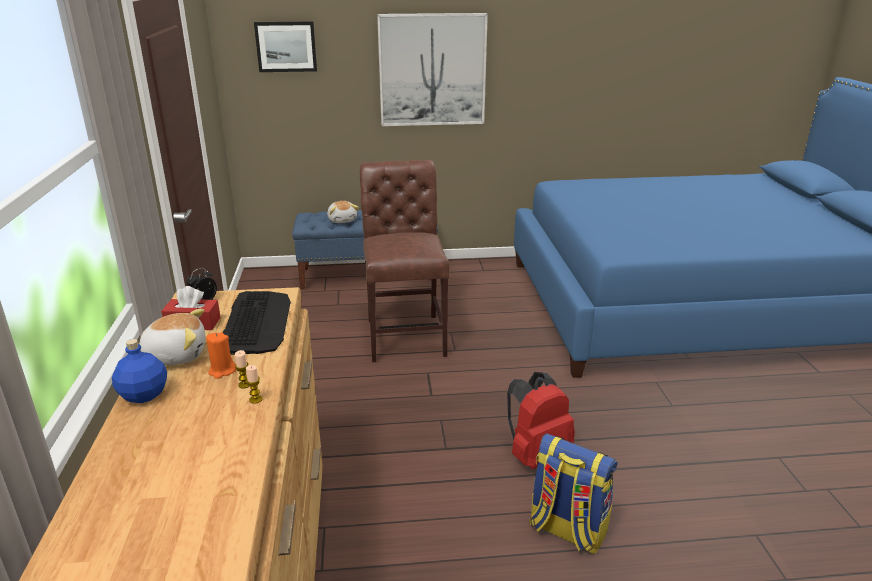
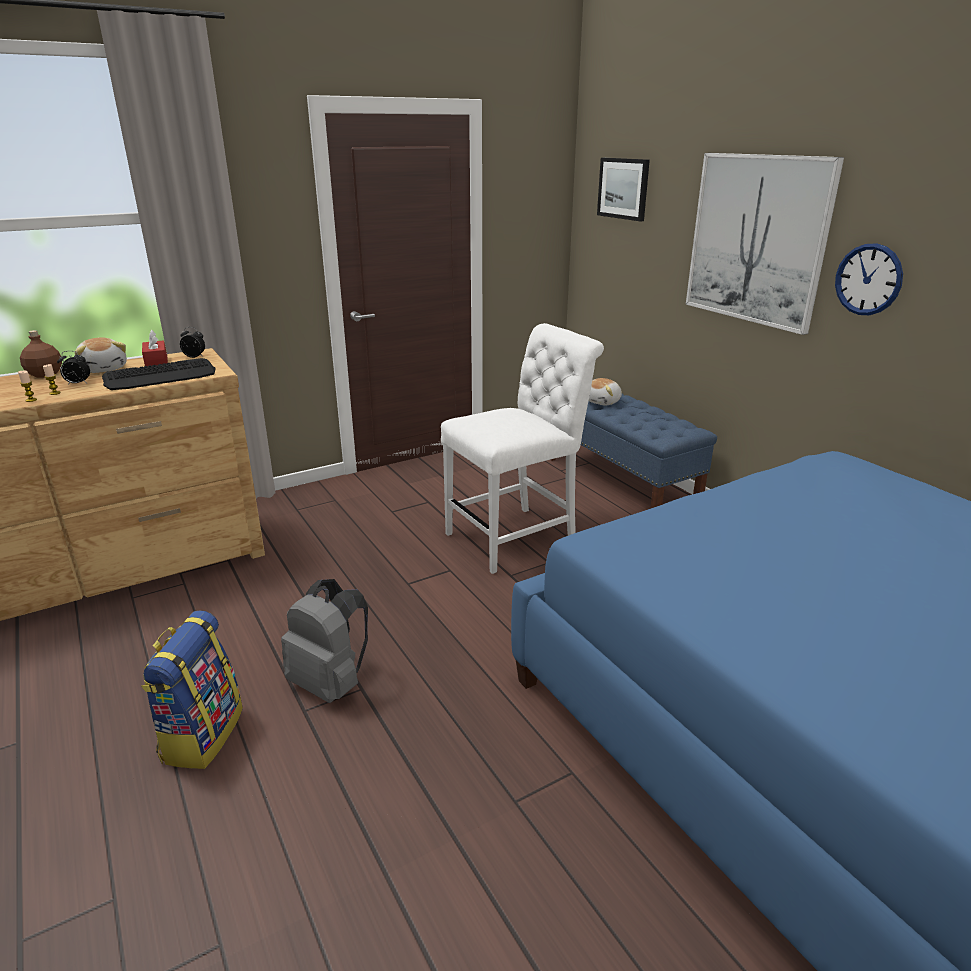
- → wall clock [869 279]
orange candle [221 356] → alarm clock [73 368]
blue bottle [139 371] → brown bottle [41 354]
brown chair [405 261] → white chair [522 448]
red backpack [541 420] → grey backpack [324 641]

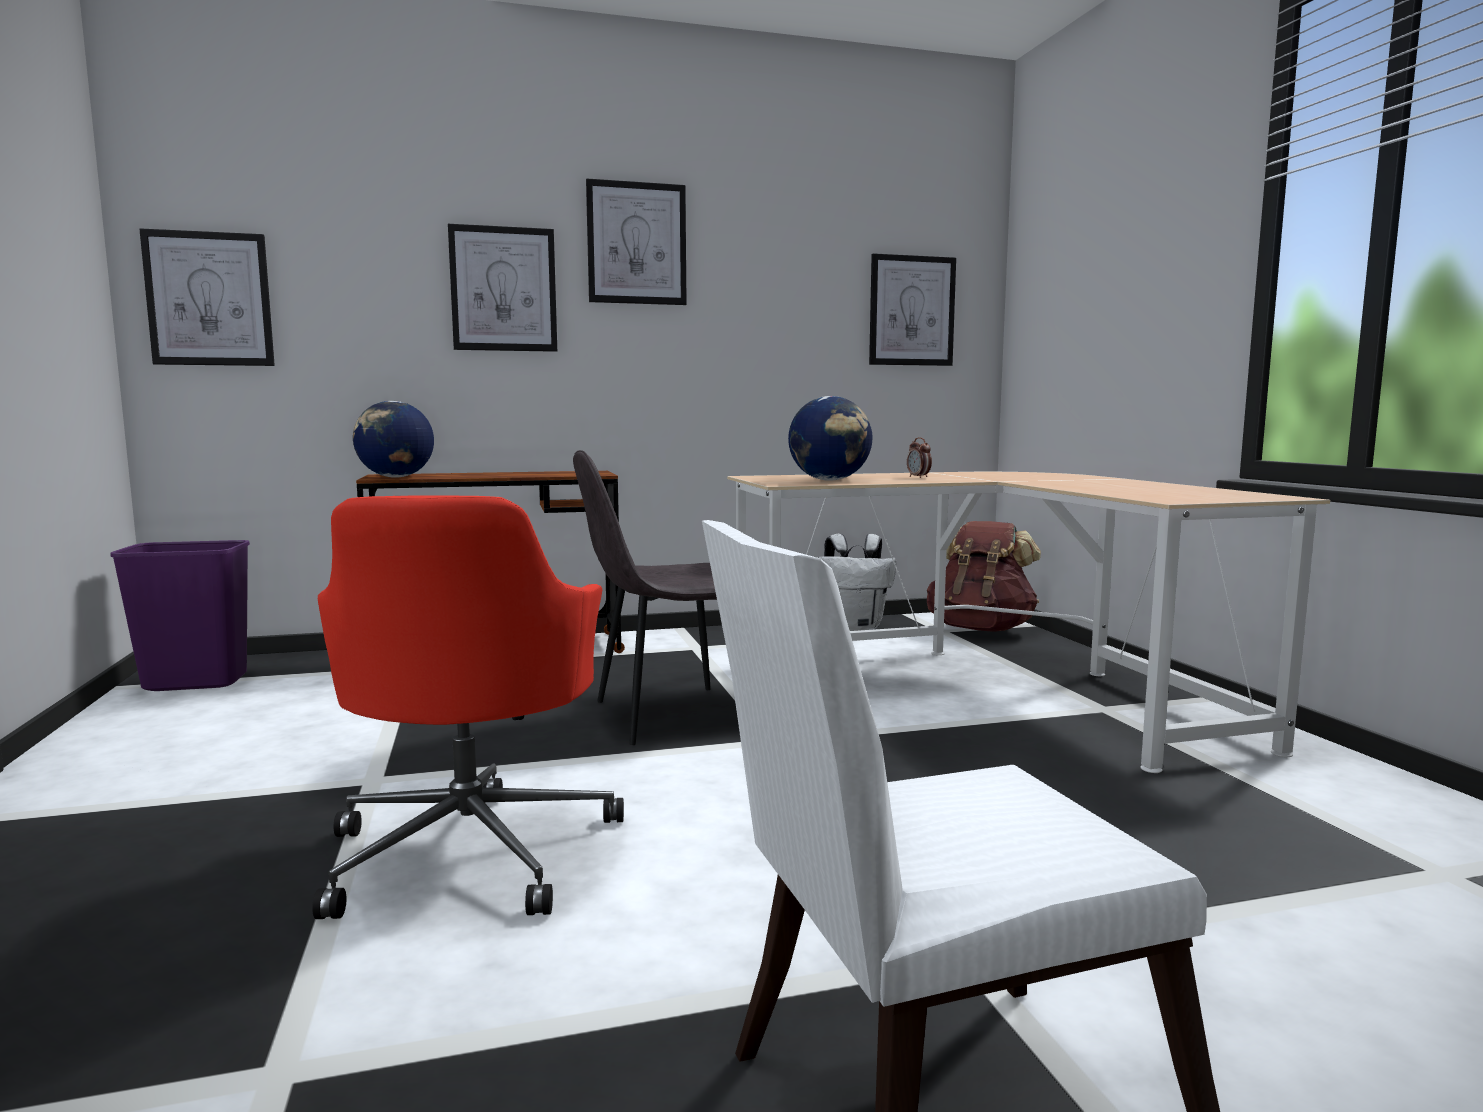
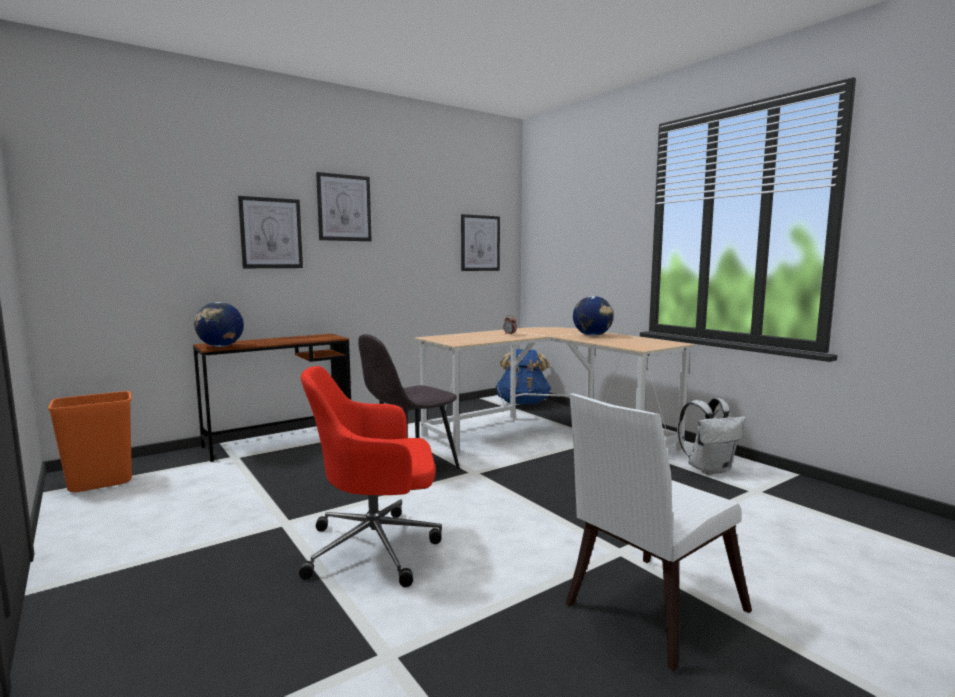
picture [207 297] → -
globe [830 438] → globe [593 316], shifted
white backpack [857 582] → white backpack [712 436], shifted
purple trash can [180 615] → orange trash can [90 441]
brown backpack [984 576] → blue backpack [523 376]
red office chair [468 707] → red office chair [370 476], 105 degrees clockwise

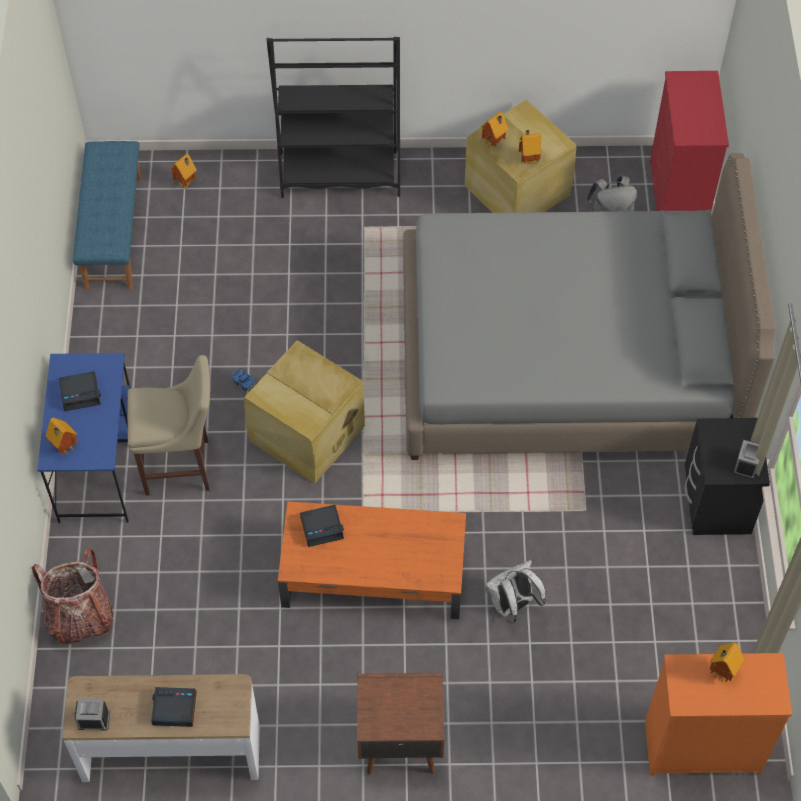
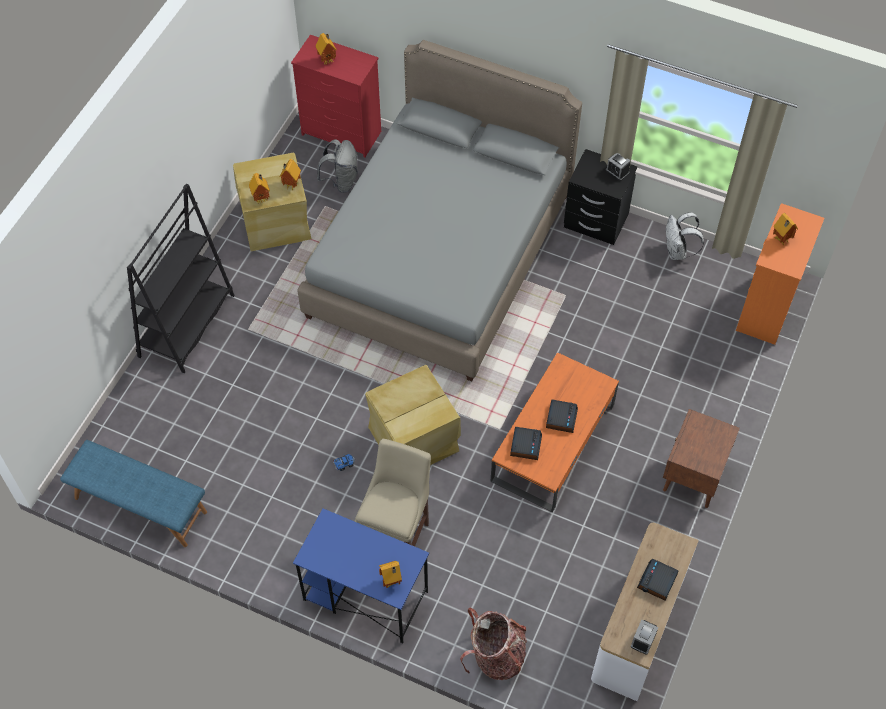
alarm clock [80 391] → alarm clock [562 416], shifted
toy house [183 171] → toy house [326 48], shifted
white backpack [515 592] → white backpack [685 236], shifted

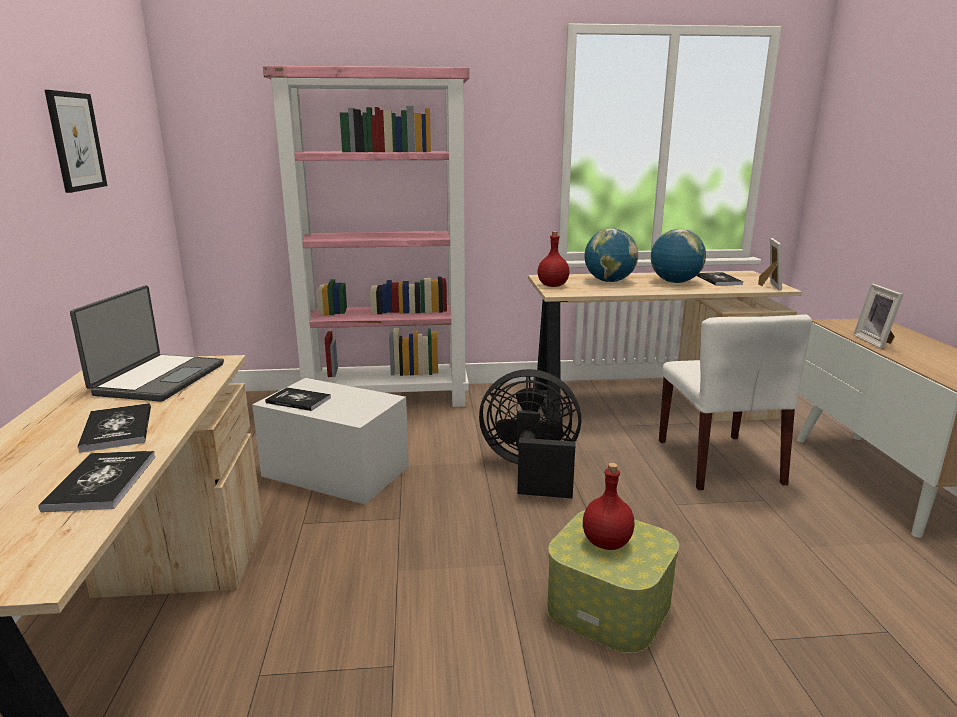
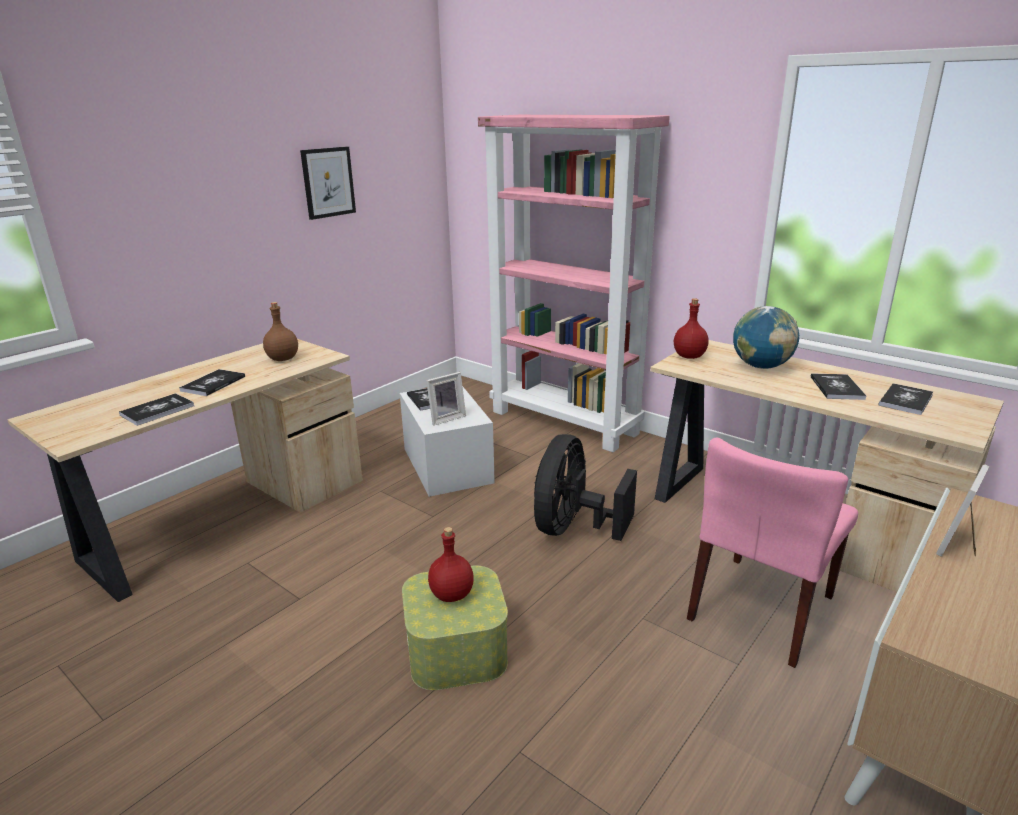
picture frame [770 264] → picture frame [446 398], shifted
laptop [147 344] → brown bottle [280 331]
globe [678 256] → book [838 386]
white chair [735 402] → pink chair [772 552]
black fan [530 434] → black fan [585 487], 120 degrees counterclockwise

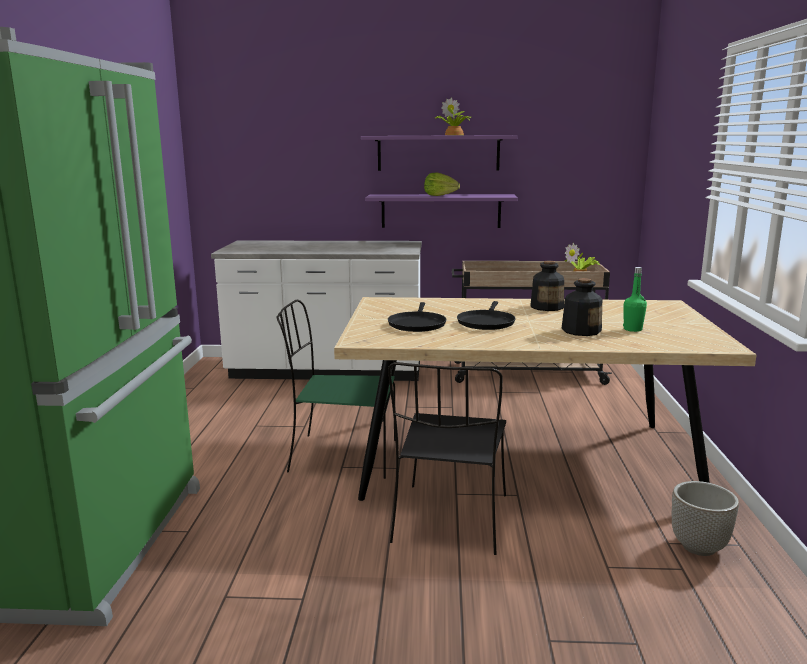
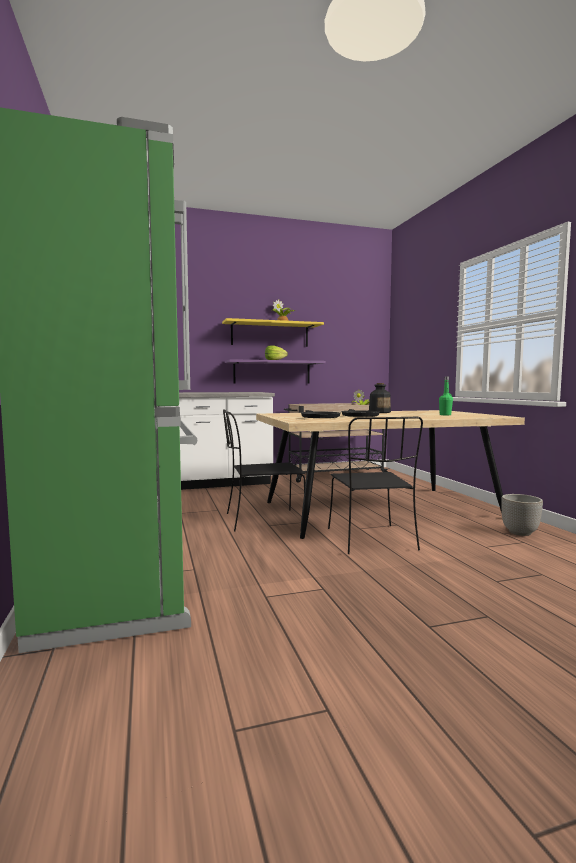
bottle [582 307] → -
green chair [336 389] → black chair [264 470]
purple shelf [439 153] → yellow shelf [273 332]

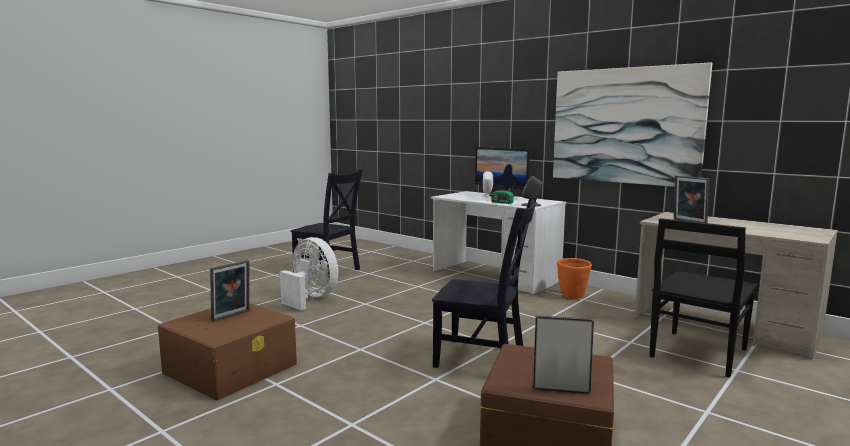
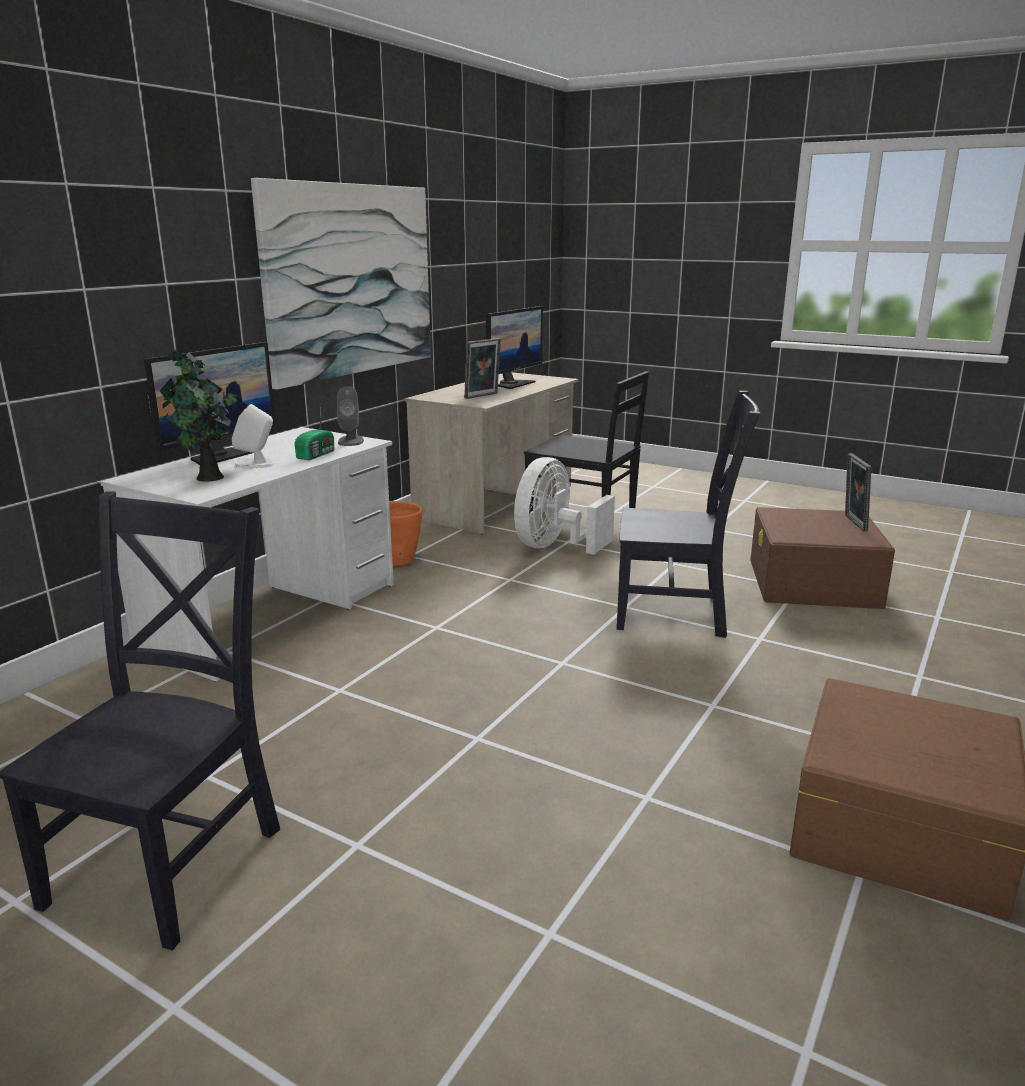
picture frame [229 291] → -
- → potted plant [199 415]
- → monitor [513 347]
white fan [309 273] → white fan [564 506], shifted
black chair [484 282] → black chair [689 514], 90 degrees clockwise

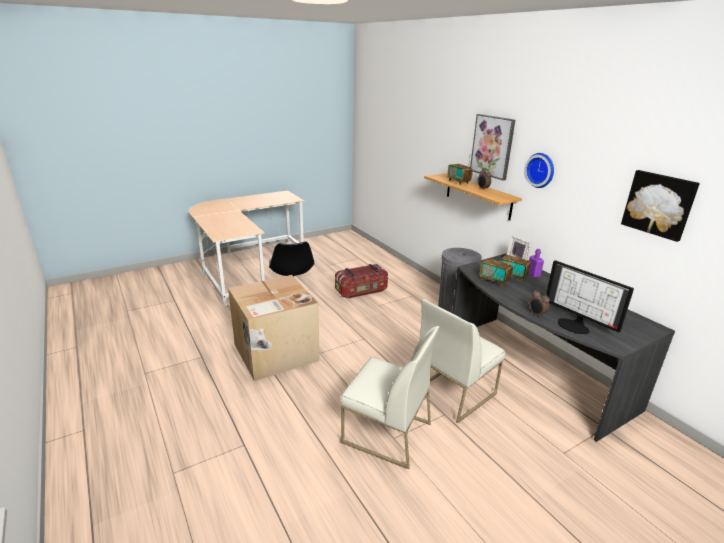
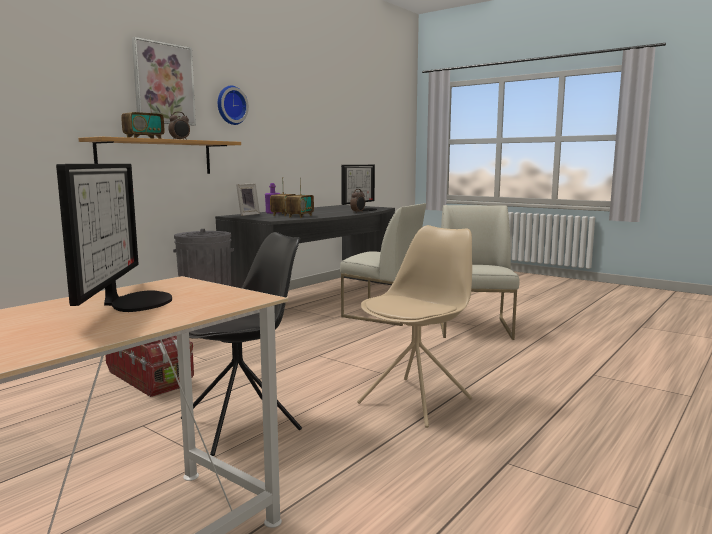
picture [660 206] → -
- → monitor [114 238]
cardboard box [274 328] → beige chair [414 326]

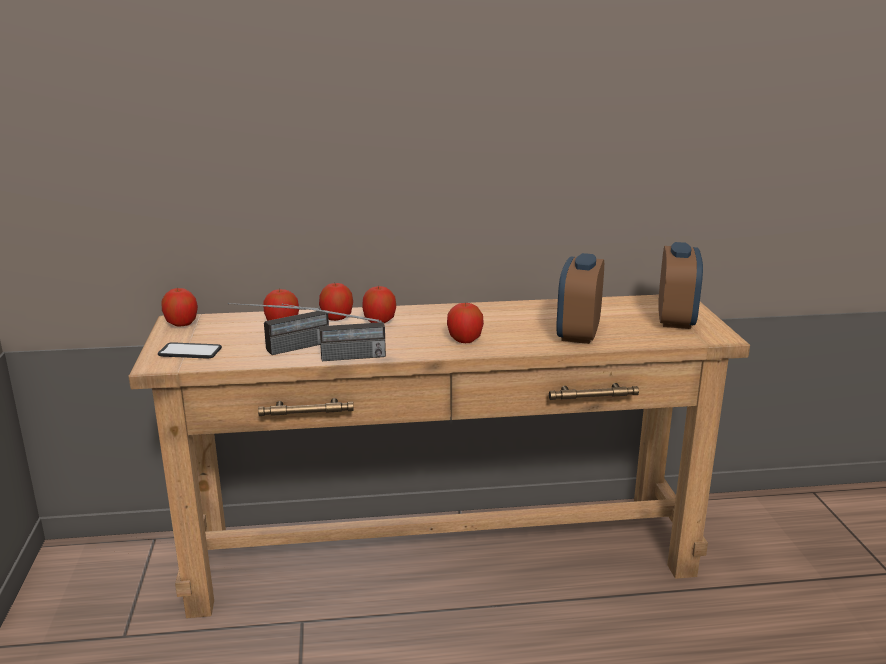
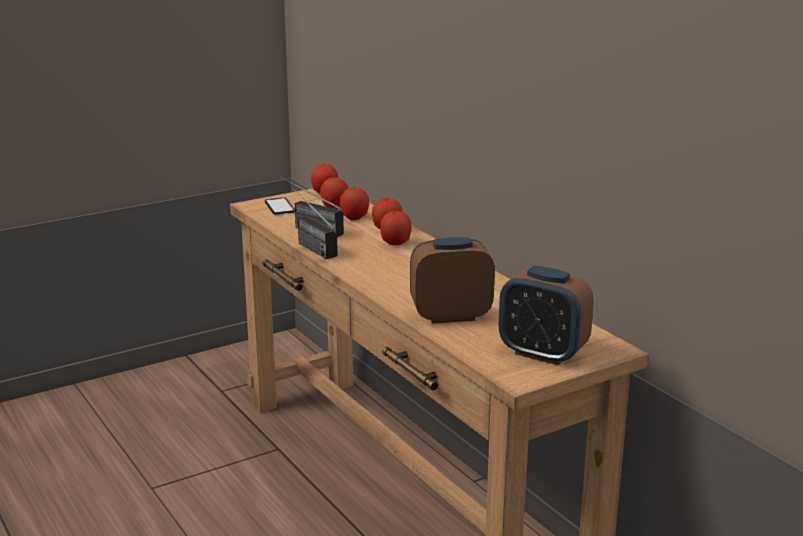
apple [465 322] → apple [334 193], shifted
alarm clock [680 285] → alarm clock [546 315], 45 degrees clockwise

